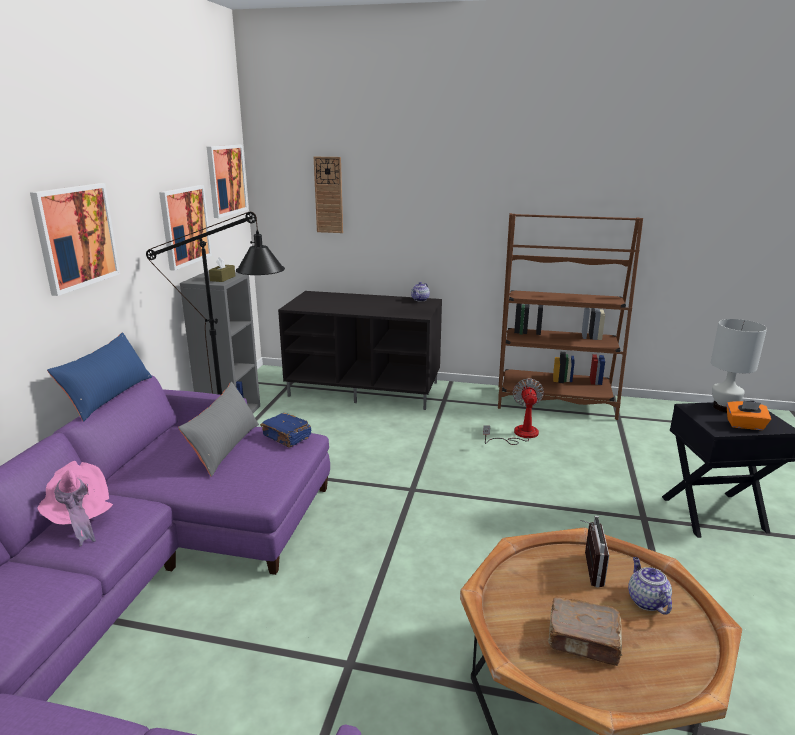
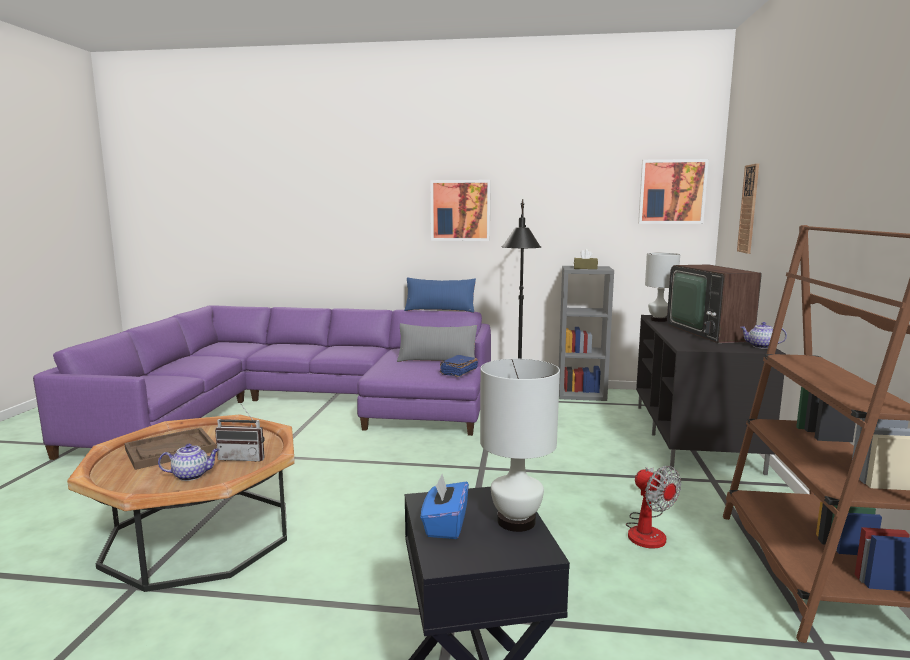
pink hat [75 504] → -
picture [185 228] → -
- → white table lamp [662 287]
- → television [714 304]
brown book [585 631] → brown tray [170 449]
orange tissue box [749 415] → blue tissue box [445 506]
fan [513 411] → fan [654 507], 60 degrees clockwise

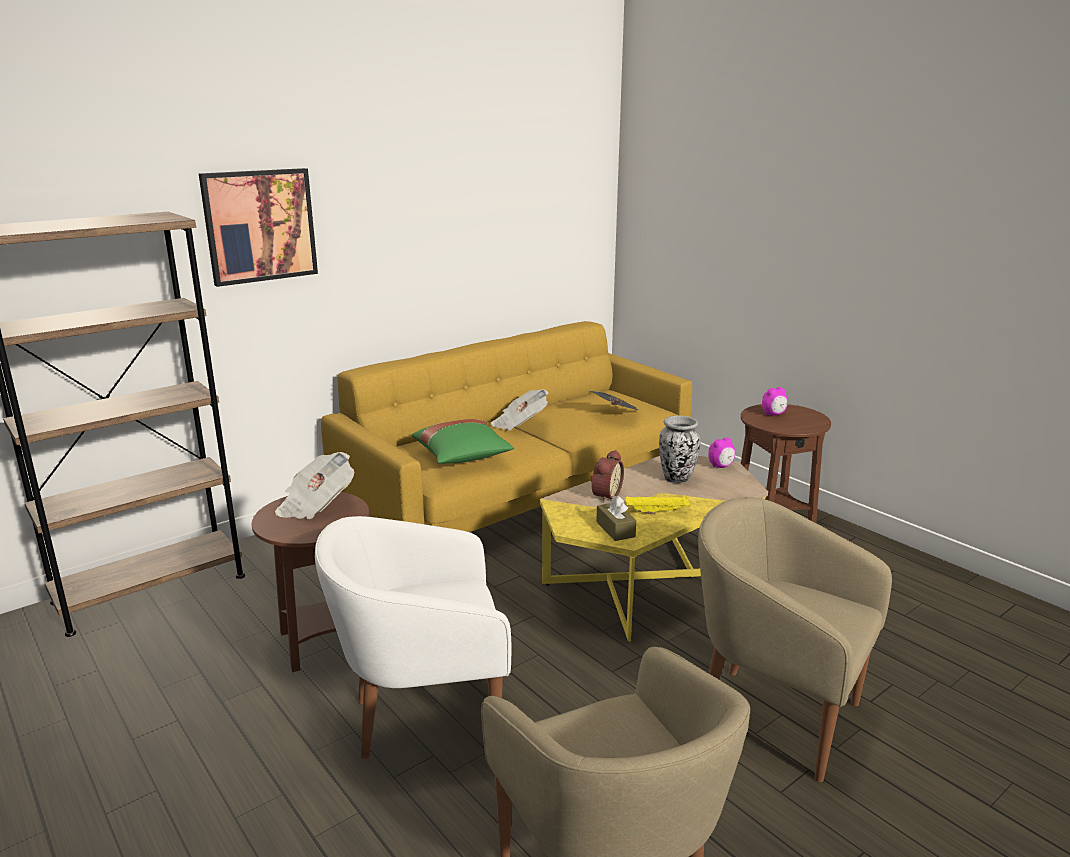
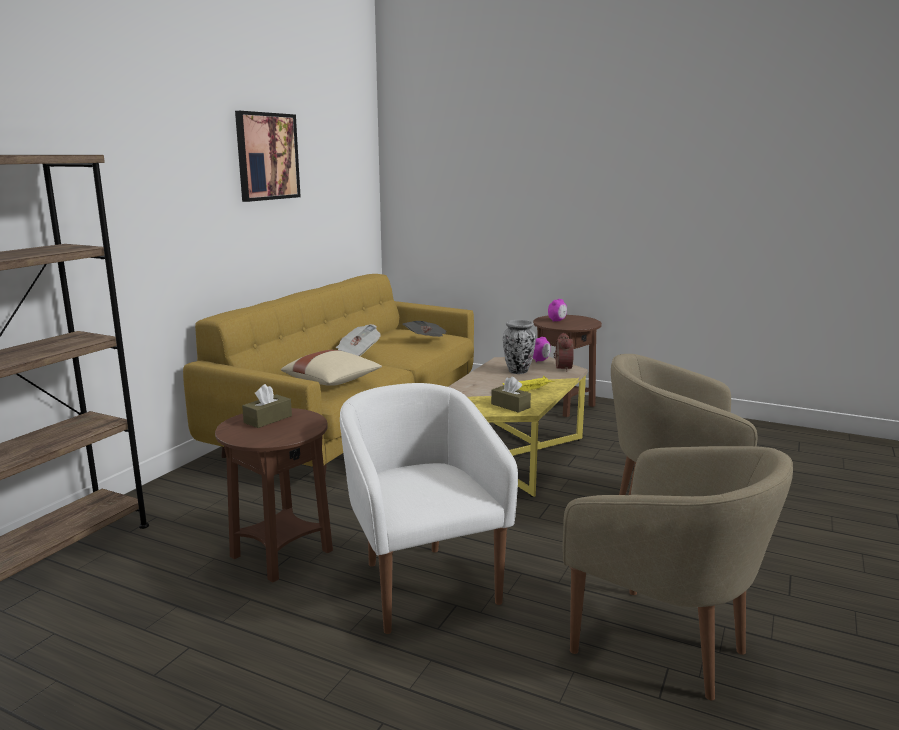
picture [258 227] → picture [268 156], shifted
alarm clock [607 476] → alarm clock [563 352], shifted
newspaper [314 485] → brown tissue box [267 406]
green pillow [463 441] → beige pillow [331 368]
white armchair [413 637] → white armchair [429 508], 105 degrees clockwise

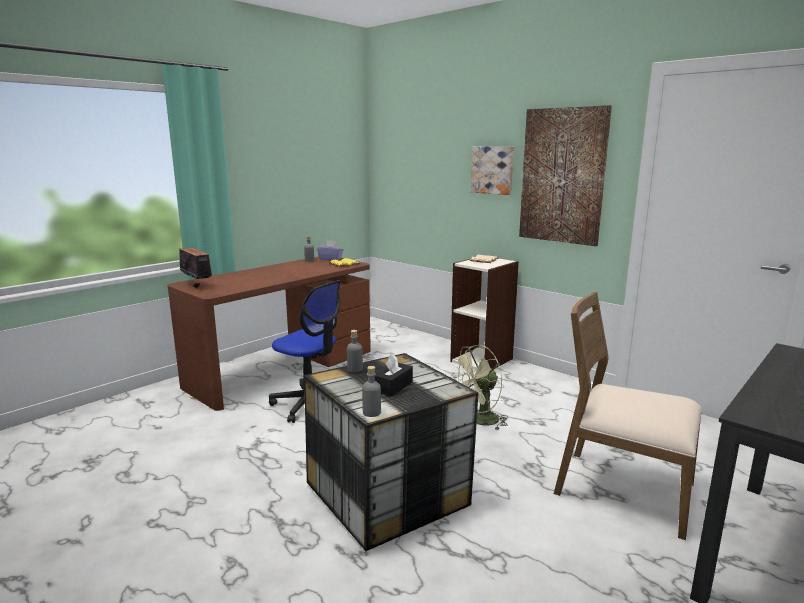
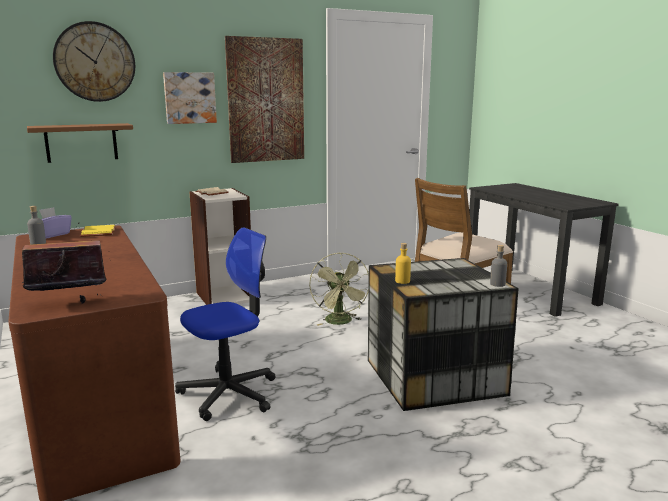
black tissue box [394 375] → -
- → brown shelf [80 143]
- → wall clock [94 61]
grey bottle [355 351] → yellow bottle [403 263]

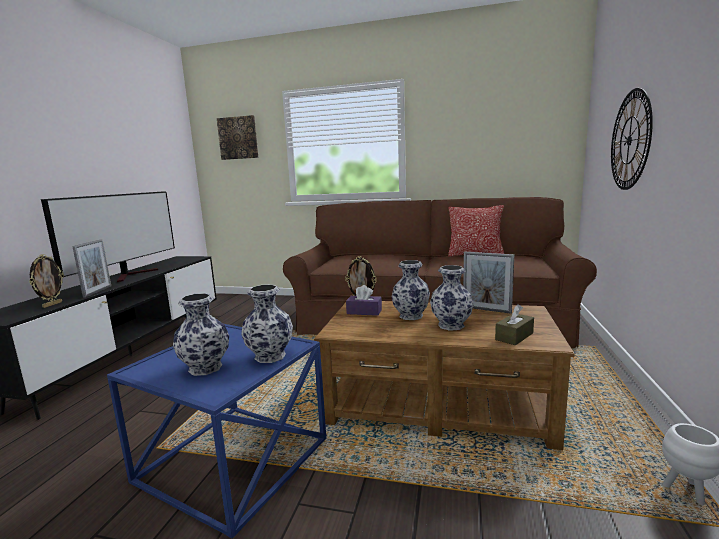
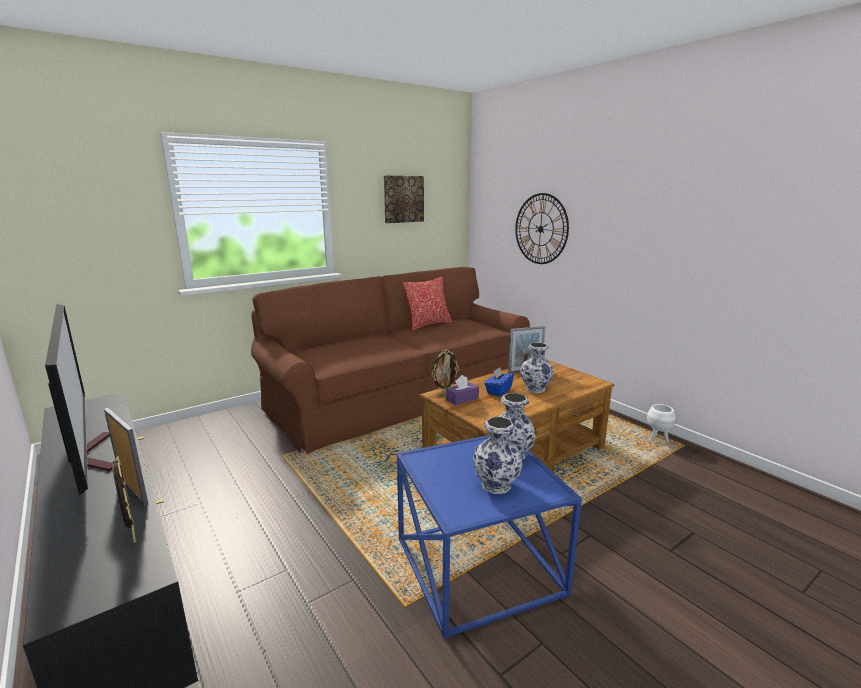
brown tissue box [514 324] → -
picture [237 137] → picture [404 199], shifted
vase [411 290] → blue tissue box [499 382]

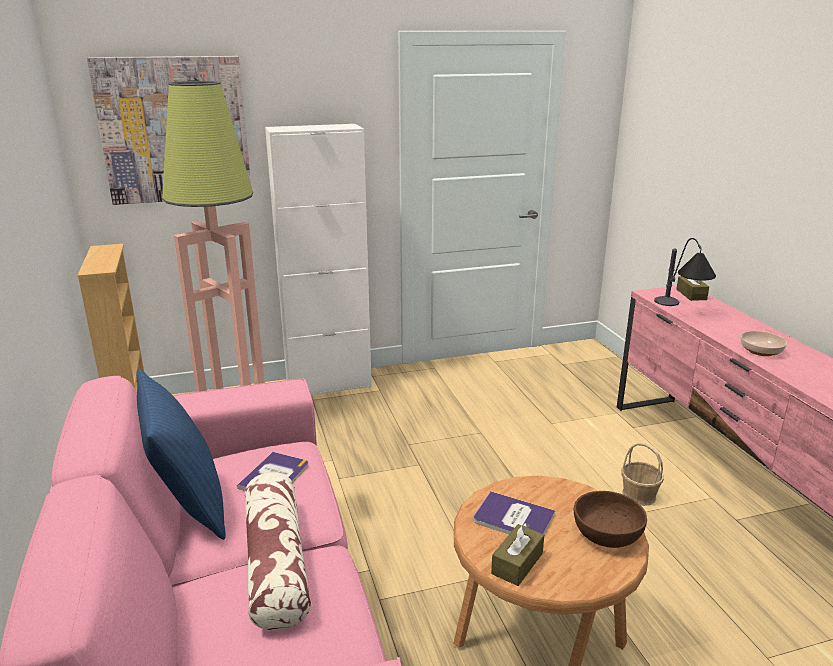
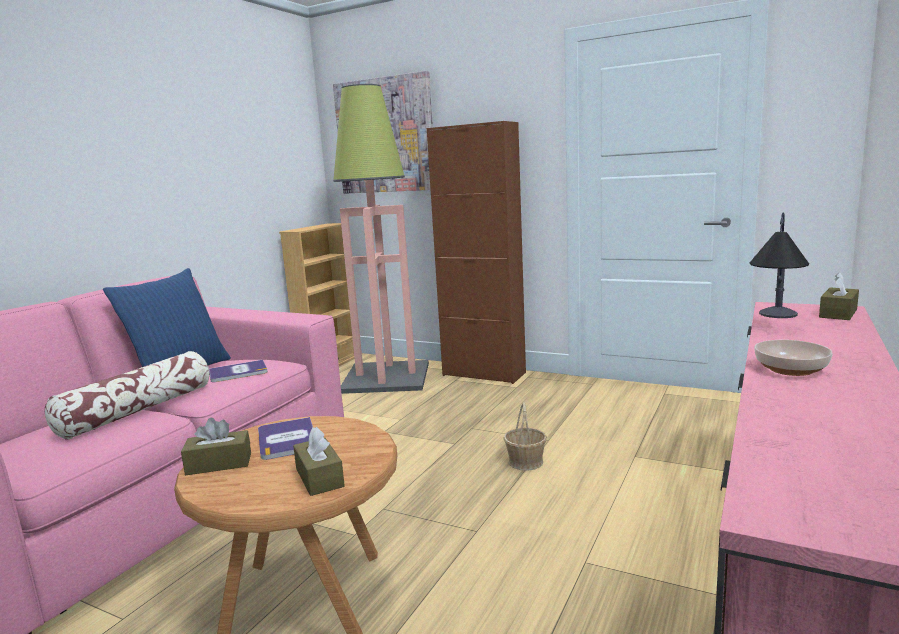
basket [642 474] → basket [525 436], shifted
brown bowl [610 519] → brown tissue box [319 461]
white cabinet [318 259] → brown cabinet [476 252]

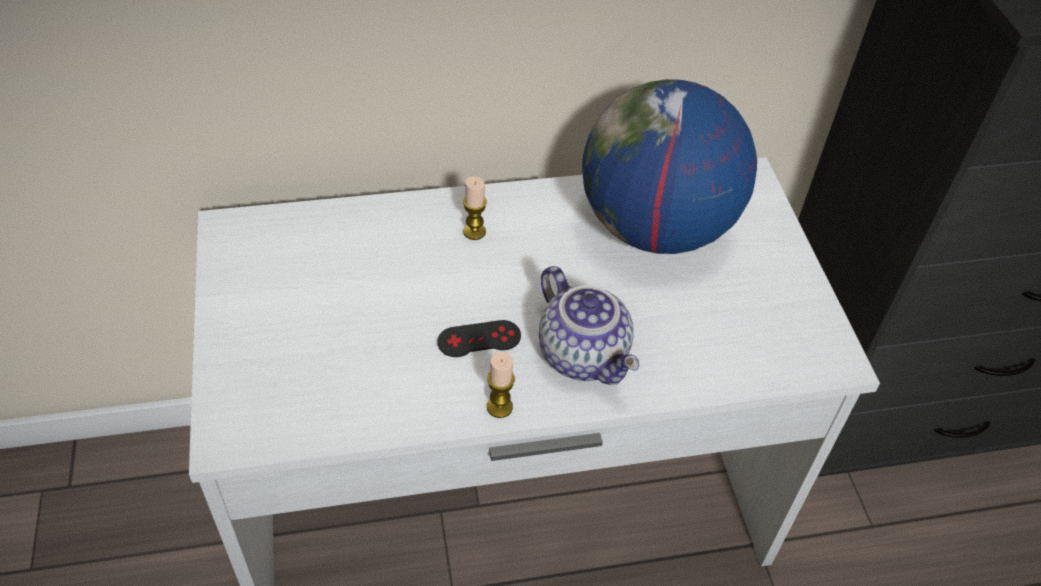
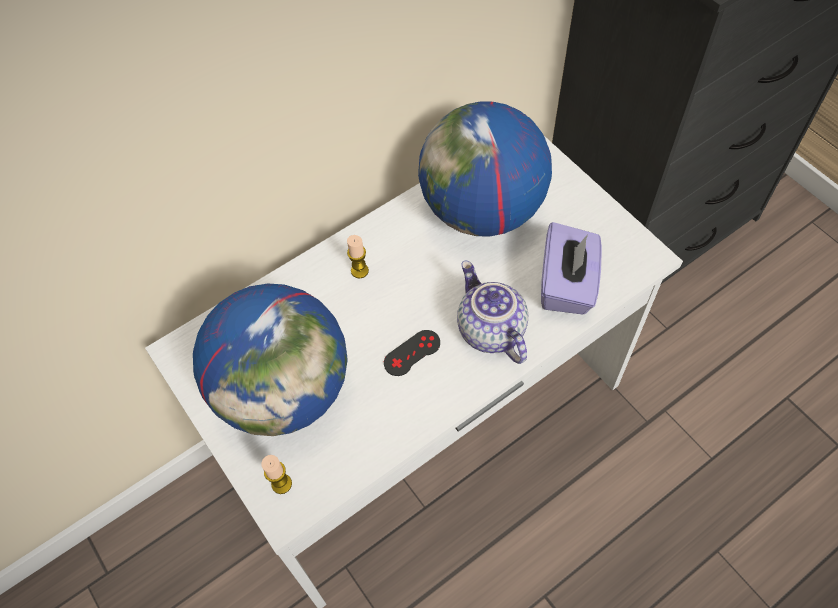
- → globe [270 359]
- → purple tissue box [571 268]
candle [501 384] → candle [276 474], shifted
teapot [589 325] → teapot [492 312], 150 degrees counterclockwise

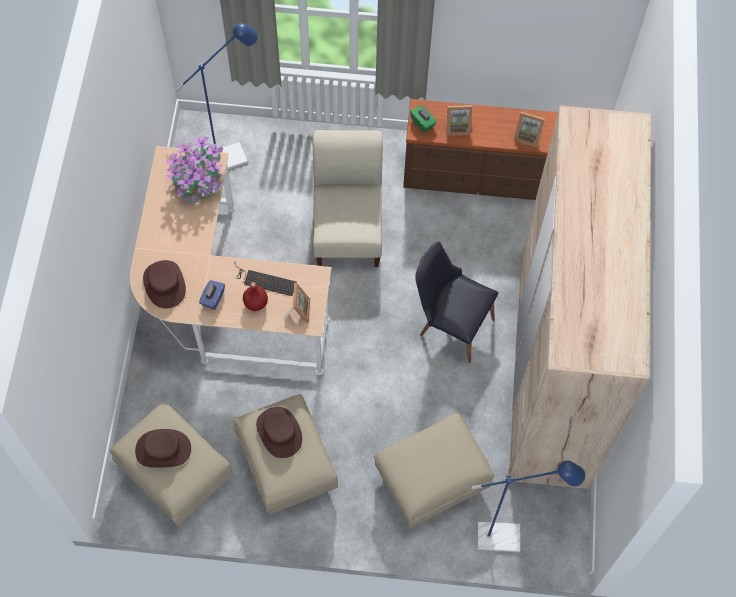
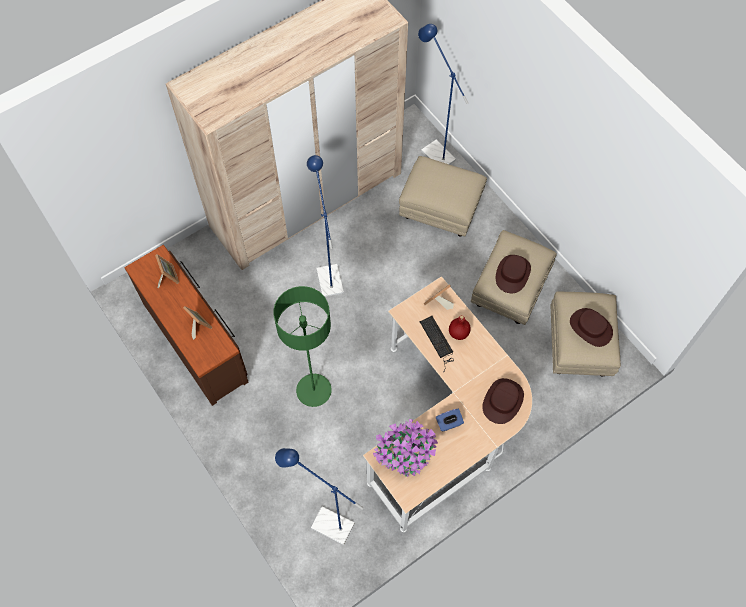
green tissue box [423 118] → -
blue tissue box [212 295] → blue tissue box [450 420], shifted
beige chair [348 198] → green floor lamp [302 346]
black chair [457 302] → blue floor lamp [325 226]

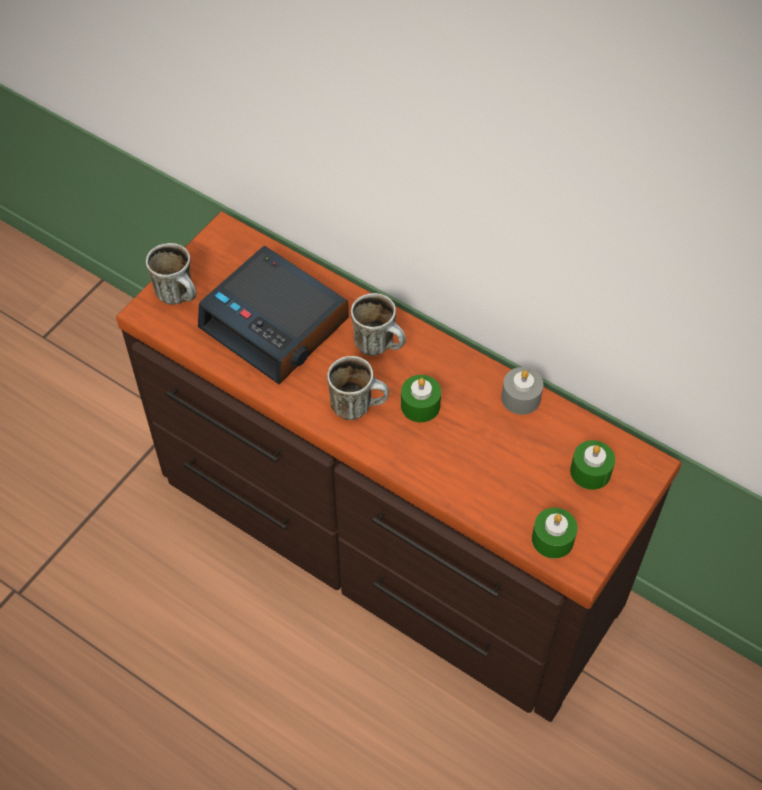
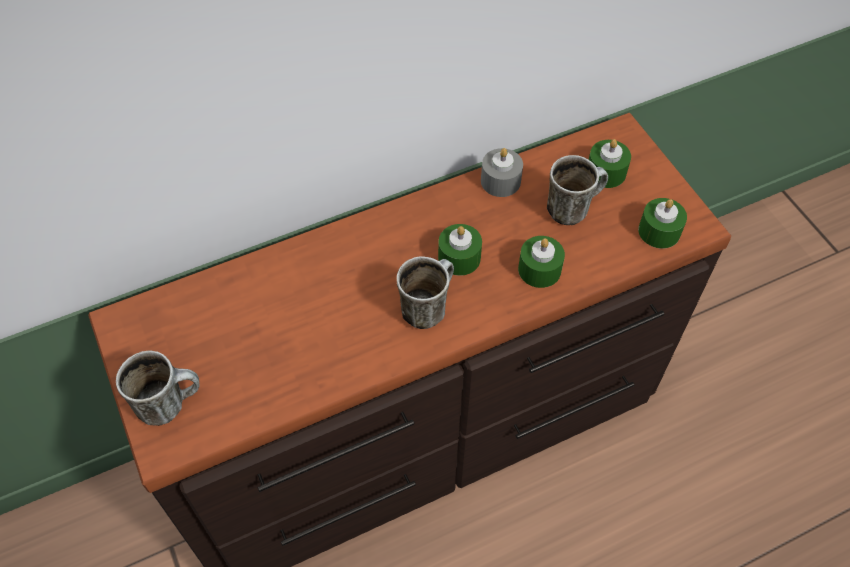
alarm clock [273 315] → -
- → green candle [541 262]
mug [378 324] → mug [577 190], shifted

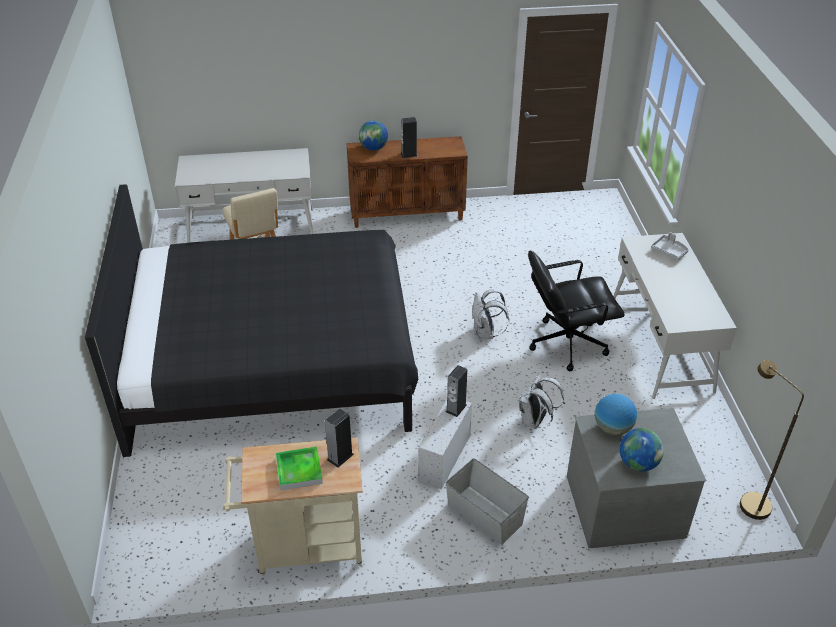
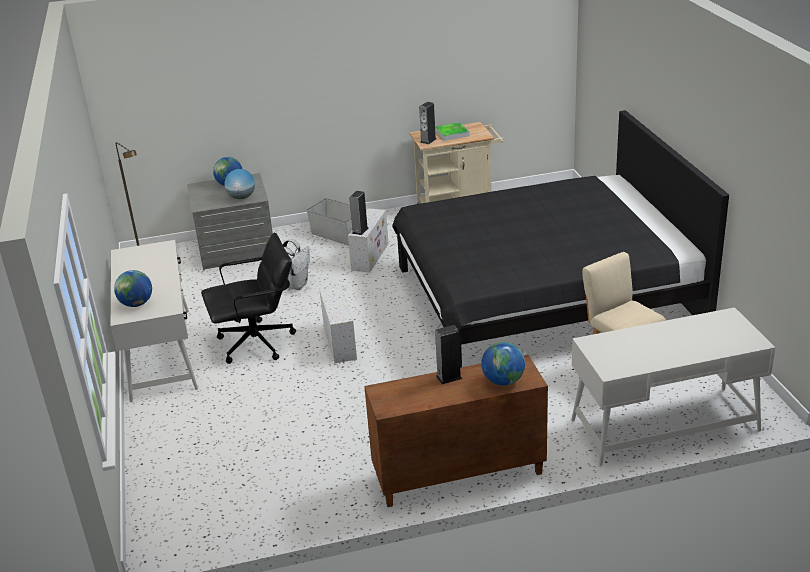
white backpack [490 314] → white storage box [338 325]
grey tray [669 246] → globe [133 288]

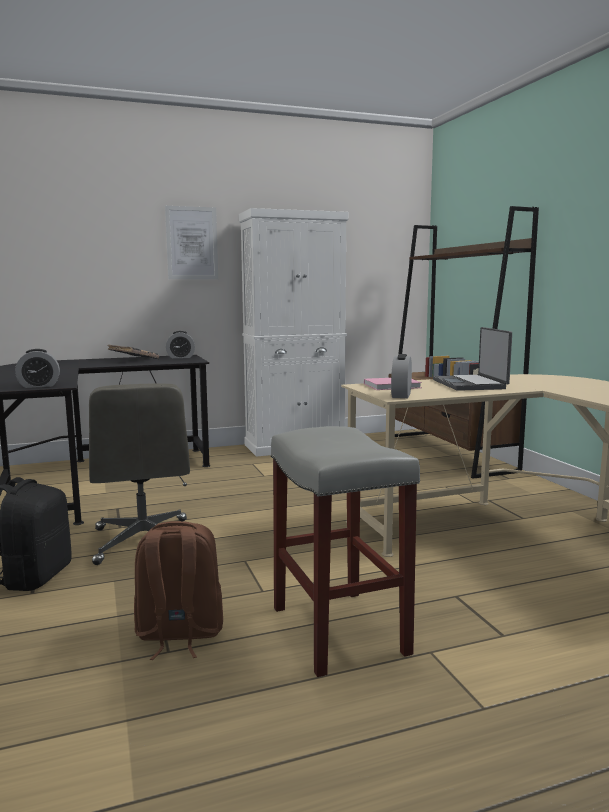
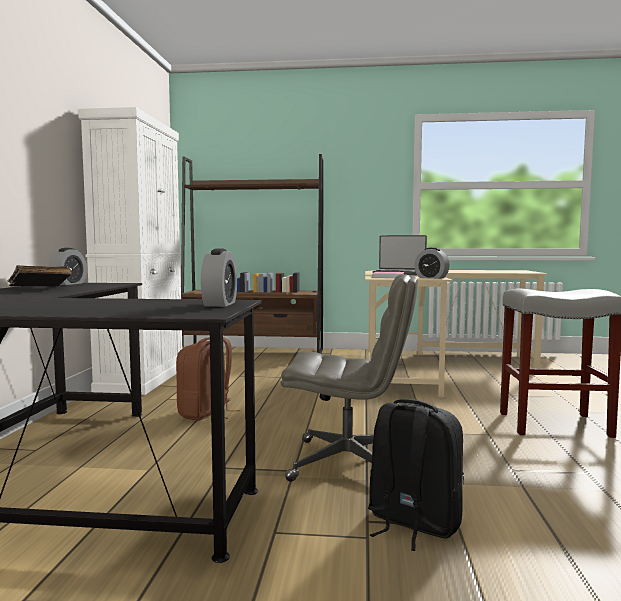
picture [191 242] → -
brown backpack [178 590] → brown backpack [208 379], shifted

